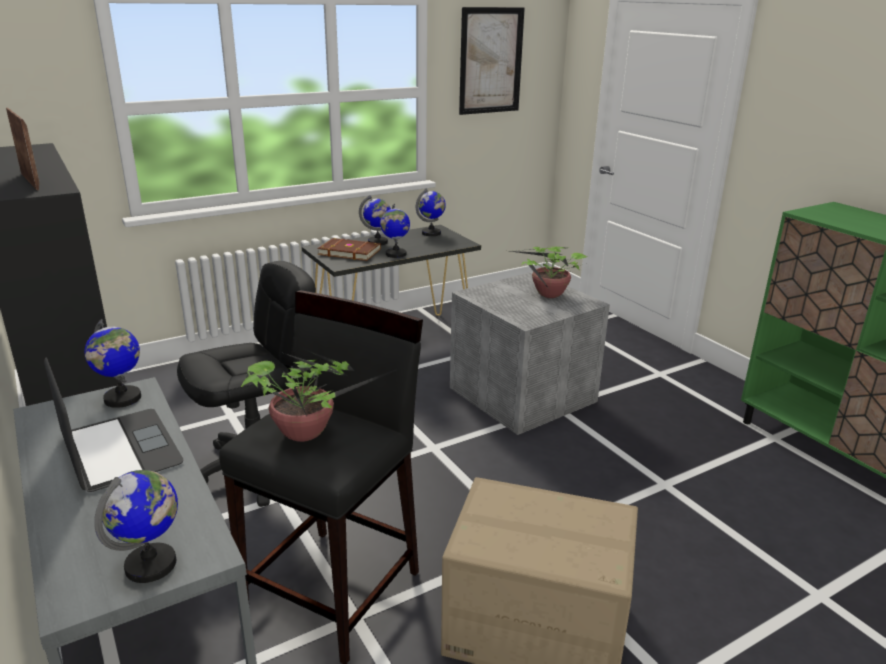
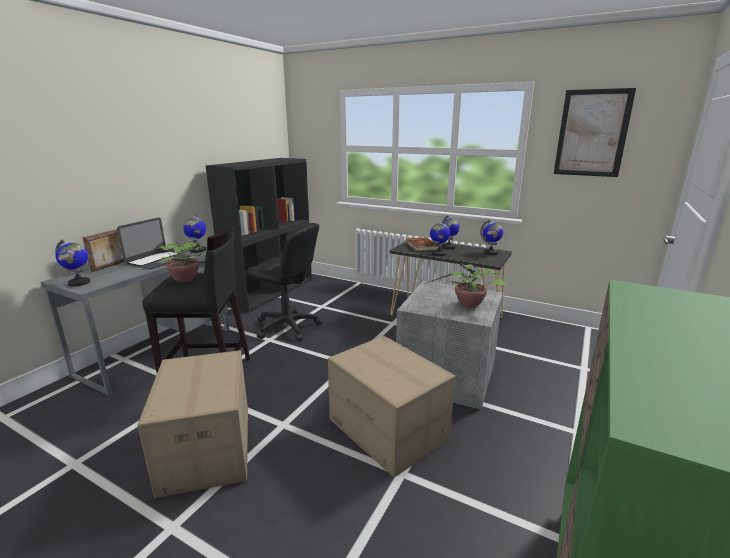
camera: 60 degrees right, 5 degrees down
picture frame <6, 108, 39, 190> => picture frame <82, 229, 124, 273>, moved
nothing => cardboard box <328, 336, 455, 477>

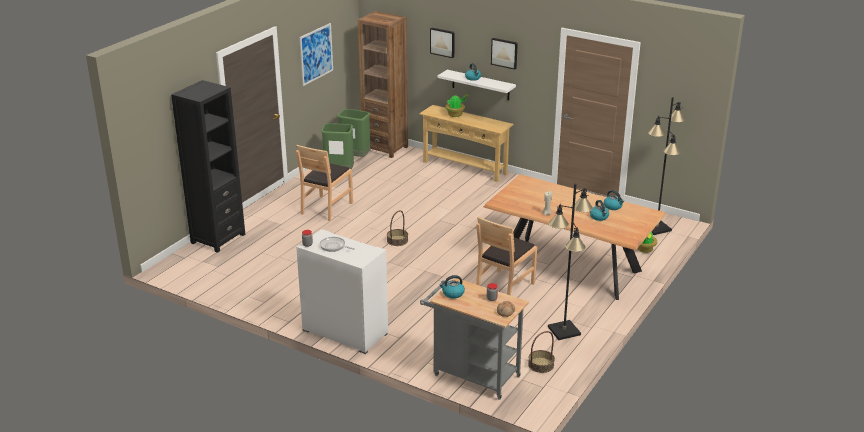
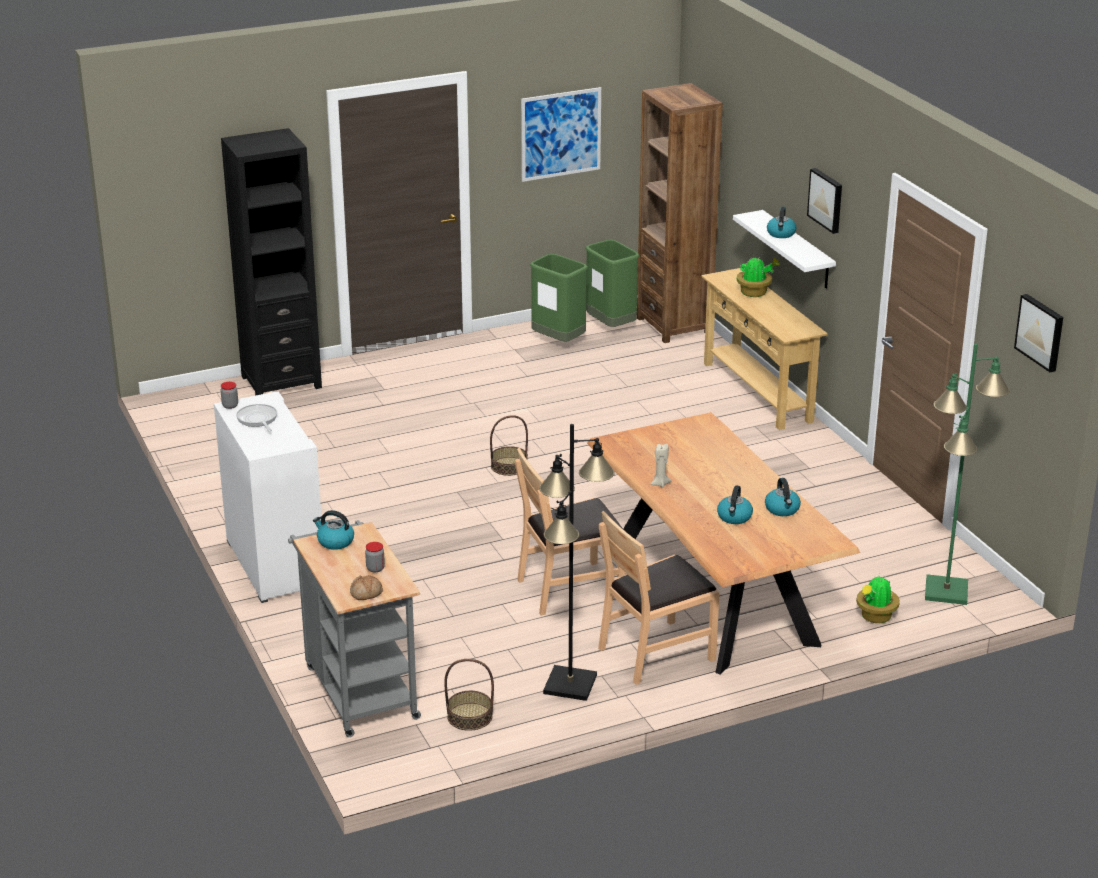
camera: 35 degrees right, 0 degrees up
brown chair <296, 145, 353, 221> => brown chair <598, 511, 720, 685>, moved
black floor lamp <648, 97, 685, 235> => green floor lamp <925, 344, 1010, 605>
picture <430, 28, 455, 58> => picture <1014, 294, 1063, 372>, moved

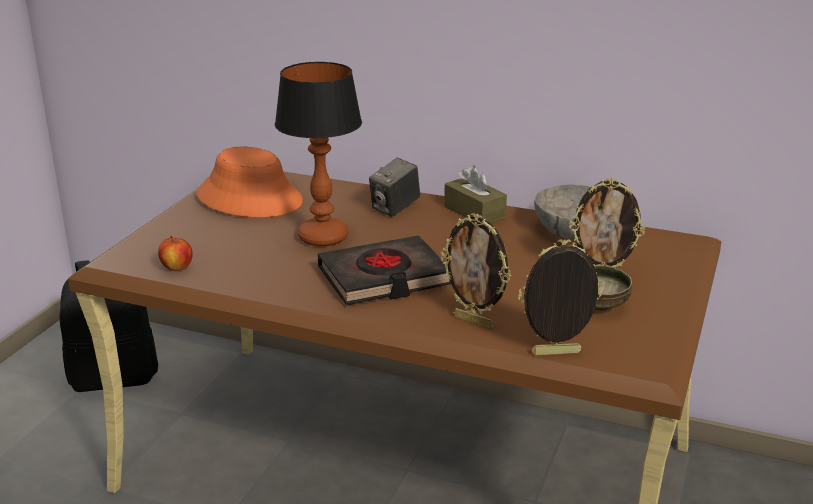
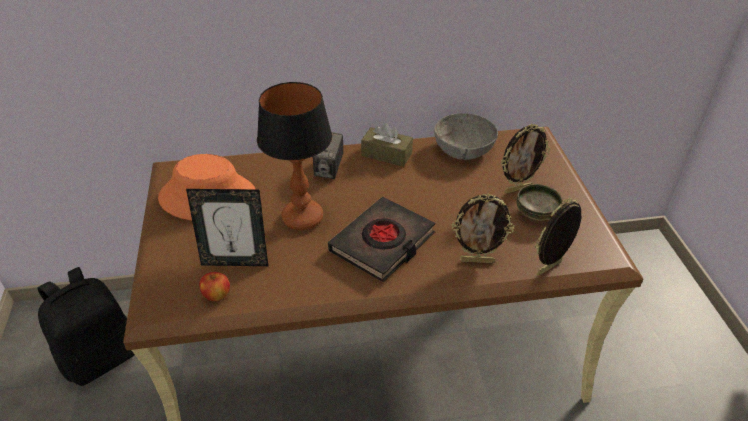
camera: 30 degrees left, 15 degrees up
nothing => picture frame <186, 189, 268, 266>

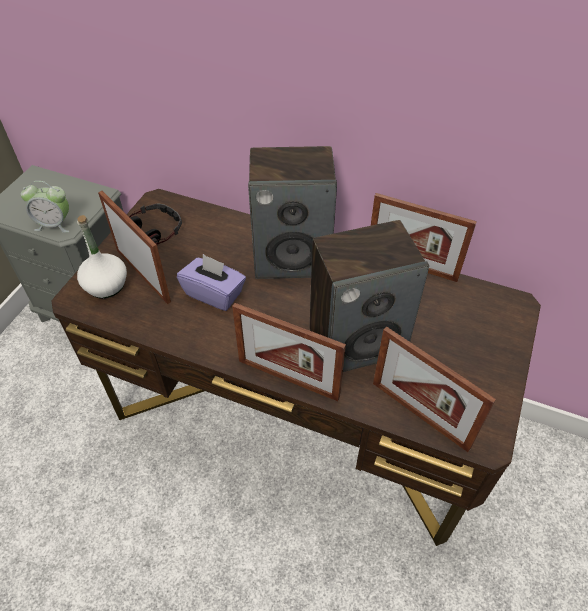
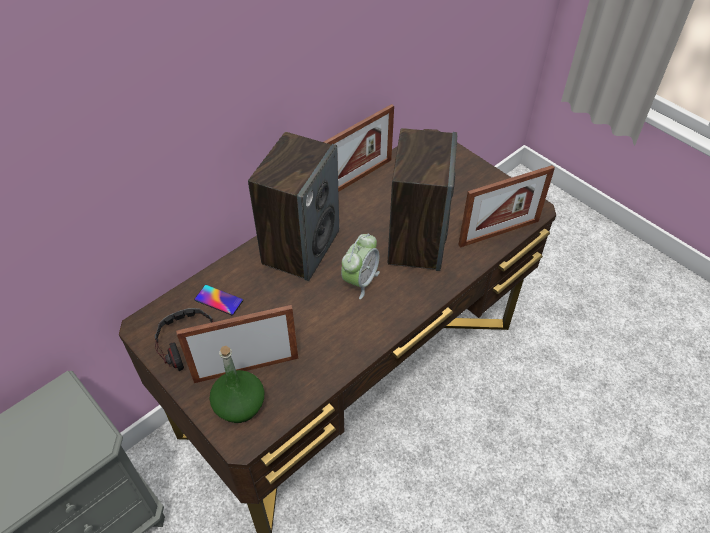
camera: 65 degrees left, 0 degrees up
nothing => phone <194, 285, 243, 315>
white bottle <77, 215, 127, 298> => green bottle <209, 346, 264, 423>
alarm clock <21, 181, 70, 233> => alarm clock <341, 233, 380, 299>, moved
purple tissue box <177, 254, 246, 311> => nothing
picture frame <232, 303, 346, 401> => nothing

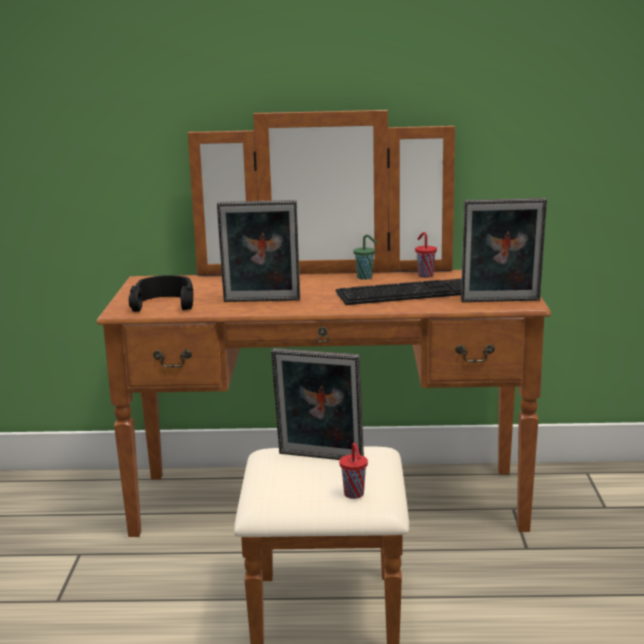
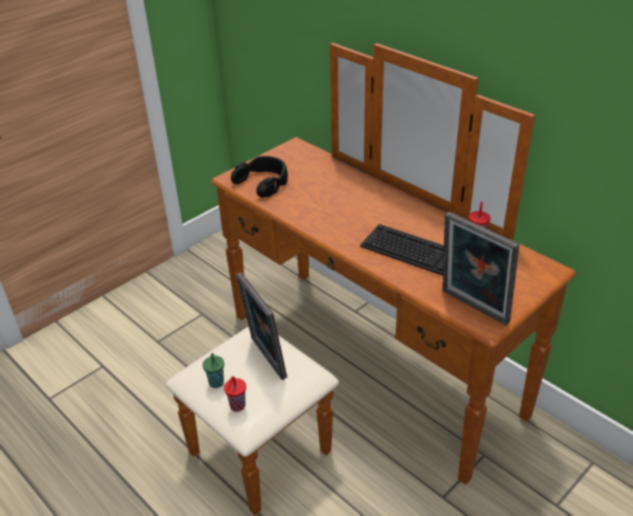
camera: 45 degrees right, 20 degrees up
green cup <353, 234, 377, 280> => green cup <203, 353, 224, 388>, moved
picture frame <217, 200, 300, 302> => nothing

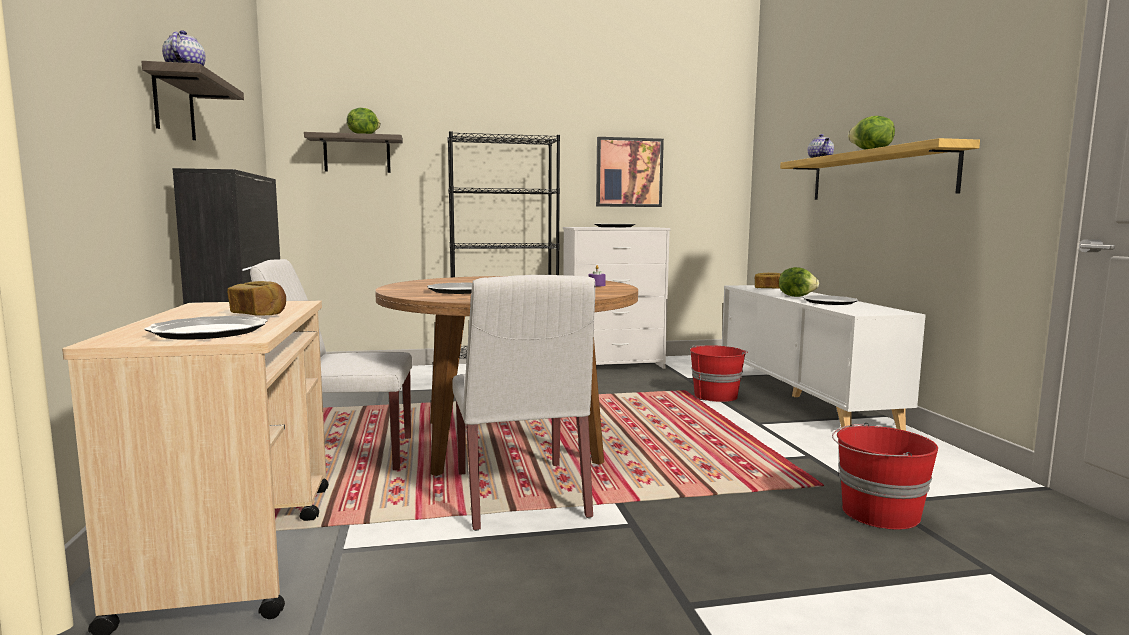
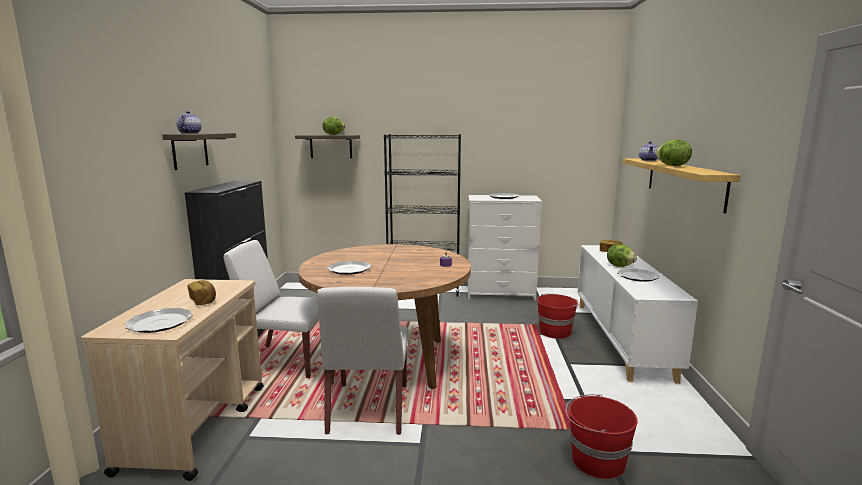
camera: 15 degrees right, 5 degrees up
picture <596, 137, 664, 207> => nothing

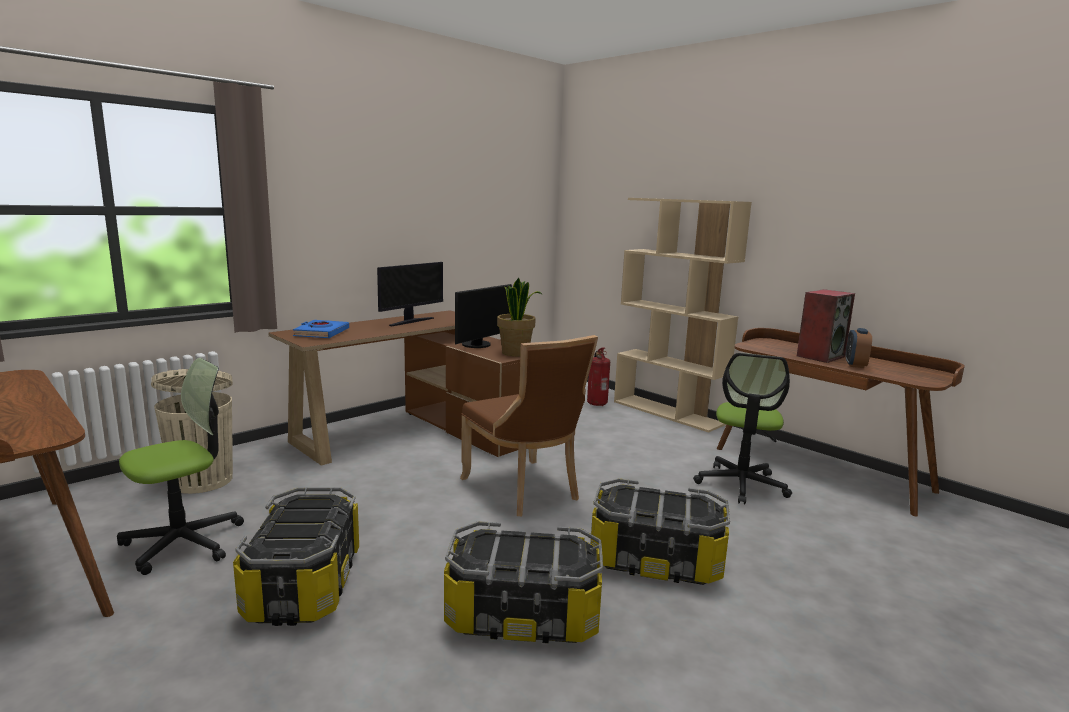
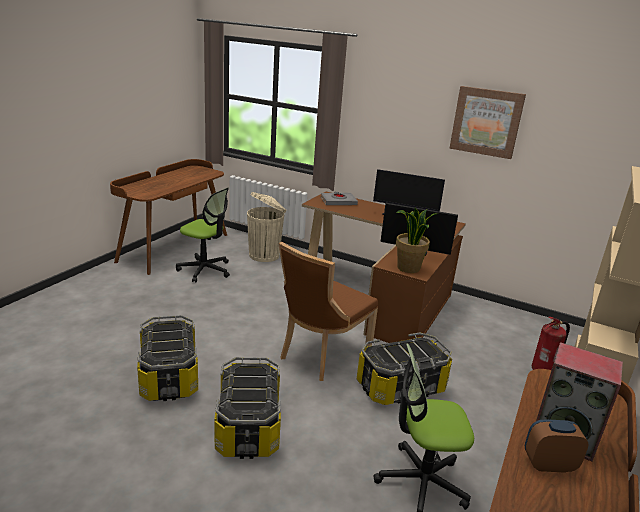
camera: 70 degrees right, 10 degrees up
blue book <293, 320, 349, 338> => grey book <321, 192, 358, 205>
storage box <233, 487, 359, 626> => storage box <357, 332, 452, 405>, moved
nothing => picture <449, 86, 526, 159>

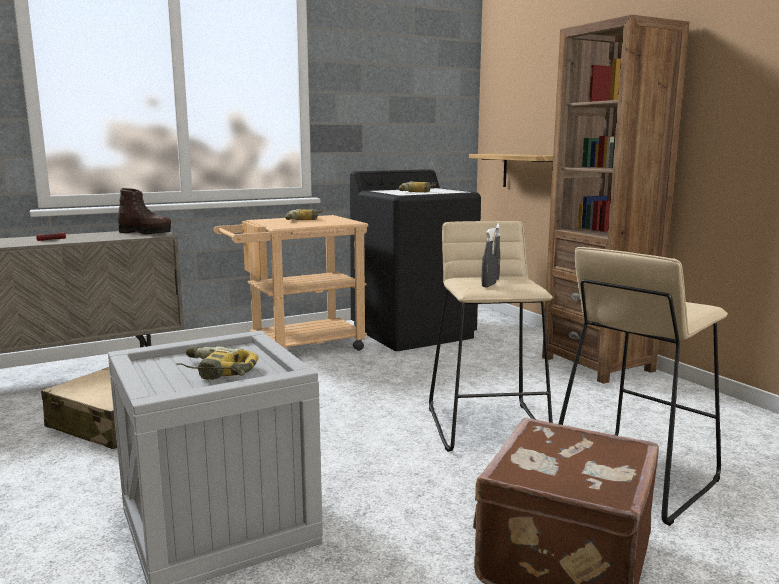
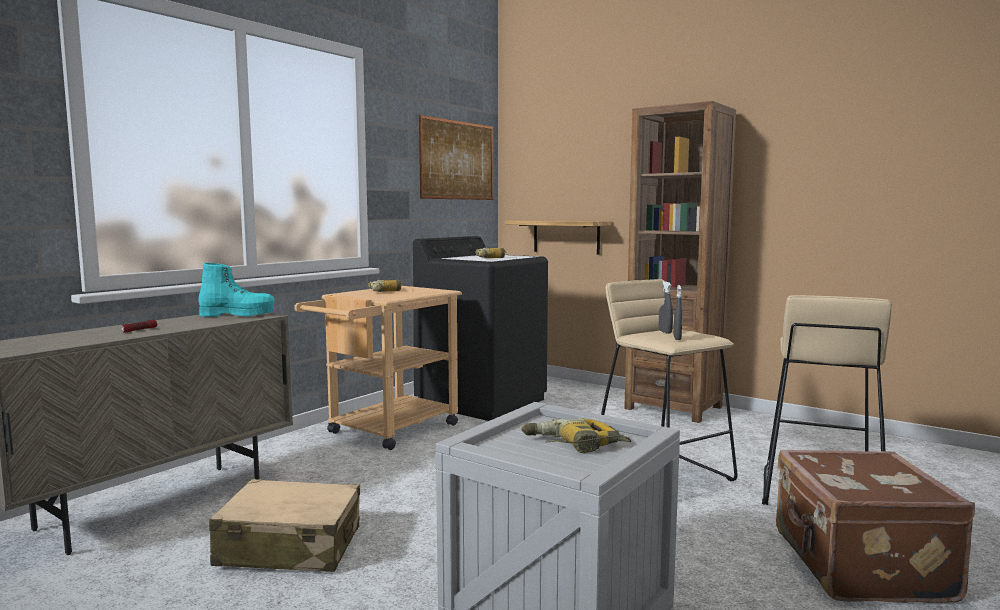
camera: 25 degrees left, 5 degrees down
brown boot <118, 188, 171, 234> => turquoise boot <198, 263, 275, 317>
nothing => picture <419, 115, 493, 200>

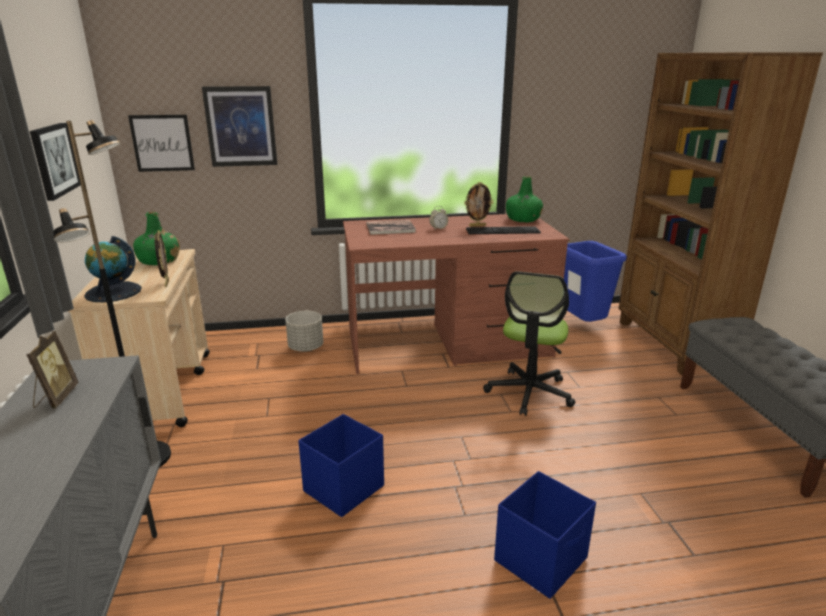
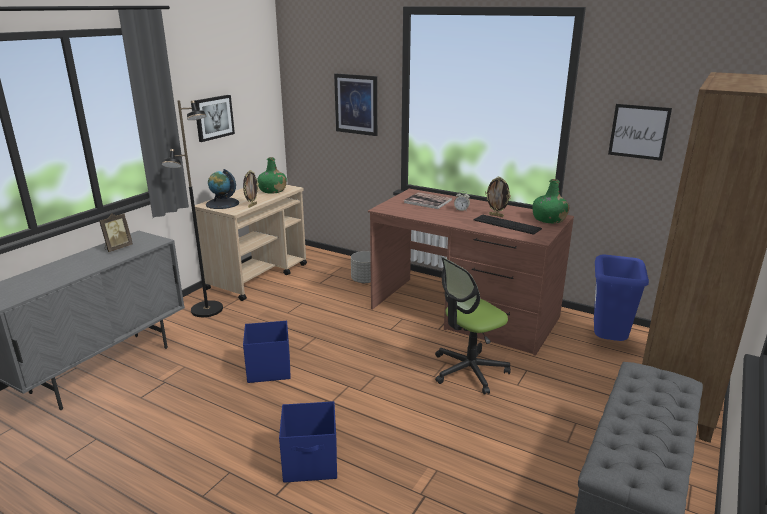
camera: 40 degrees right, 0 degrees up
picture <128, 115, 195, 172> => picture <608, 104, 672, 161>, moved

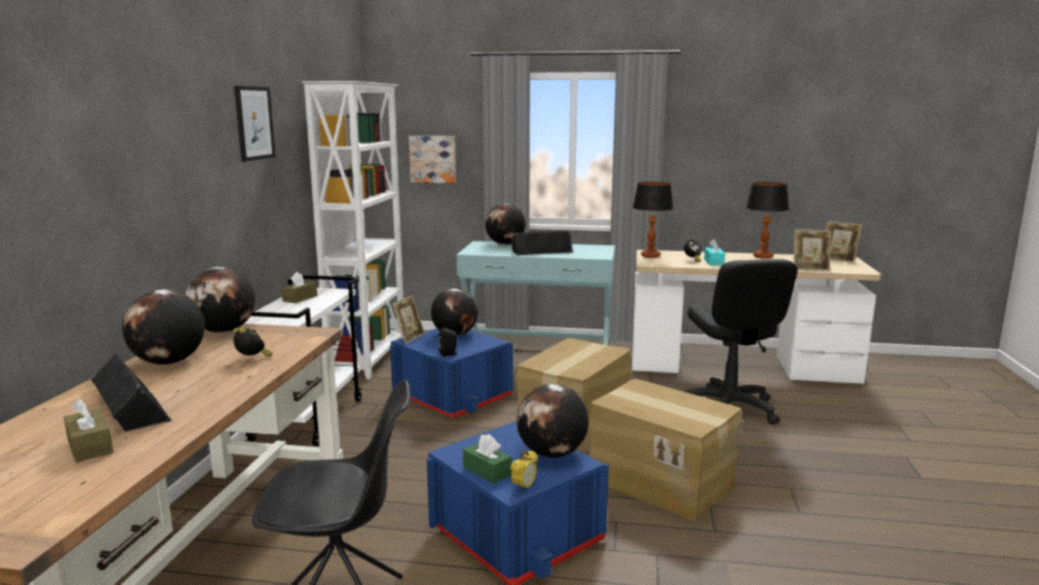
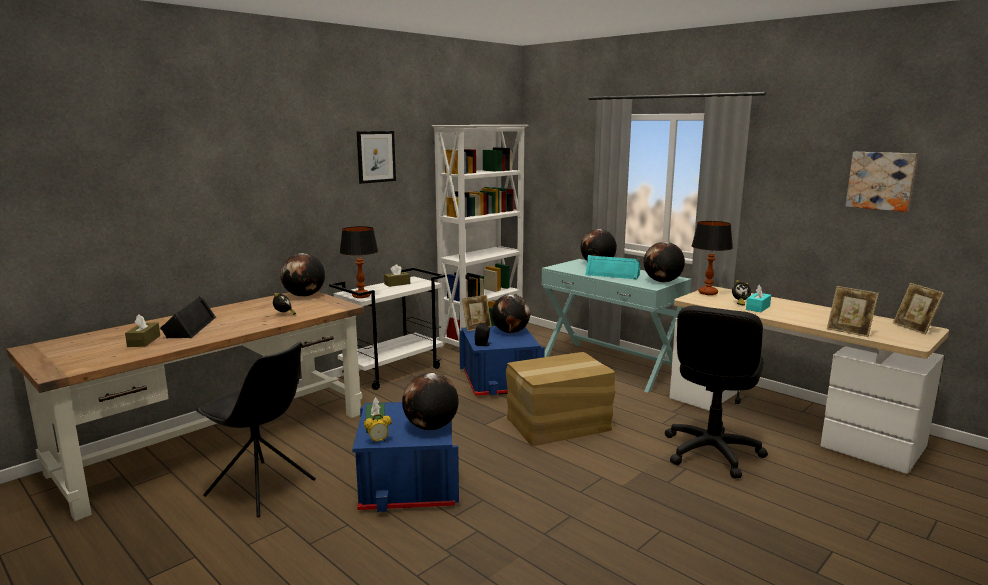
camera: 35 degrees right, 0 degrees up
table lamp <746, 182, 789, 259> => table lamp <340, 226, 378, 298>, moved
black speaker <512, 230, 573, 255> => turquoise speaker <585, 255, 641, 280>
globe <122, 290, 205, 365> => globe <644, 242, 685, 282>, moved
picture <409, 136, 456, 183> => picture <845, 152, 918, 212>, moved
cardboard box <588, 379, 743, 522> => nothing

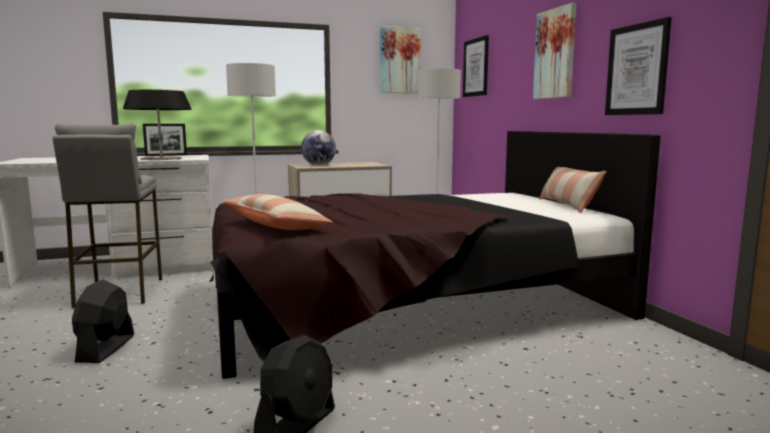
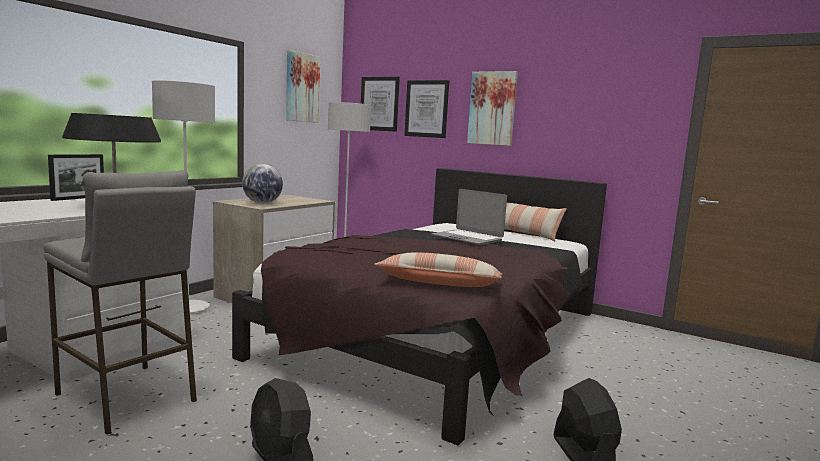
camera: 40 degrees left, 0 degrees up
picture <605, 17, 672, 115> => picture <404, 80, 449, 138>, moved
nothing => laptop <431, 189, 507, 245>

